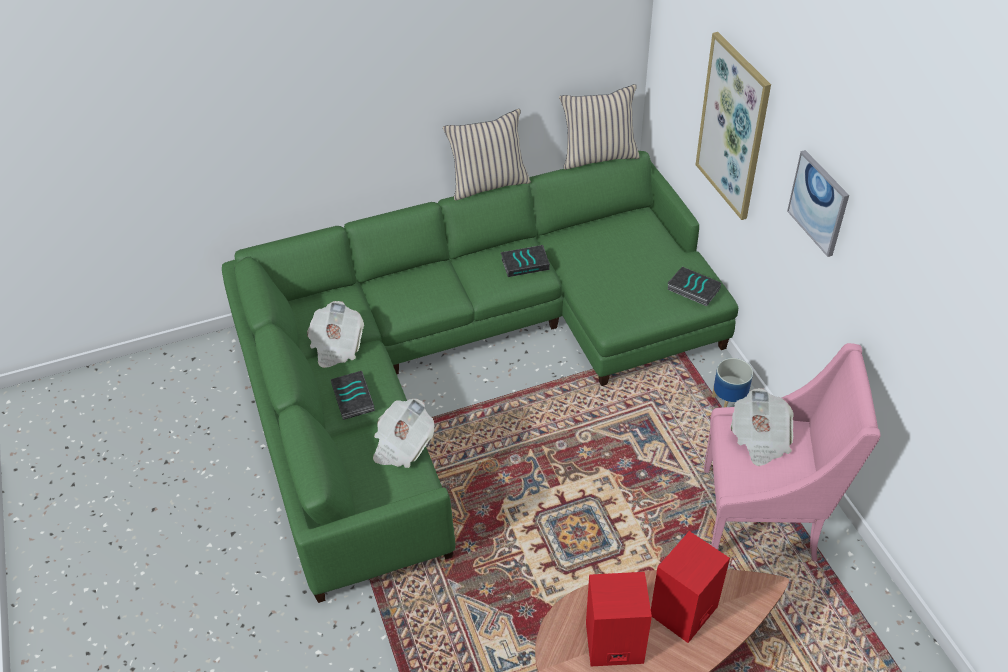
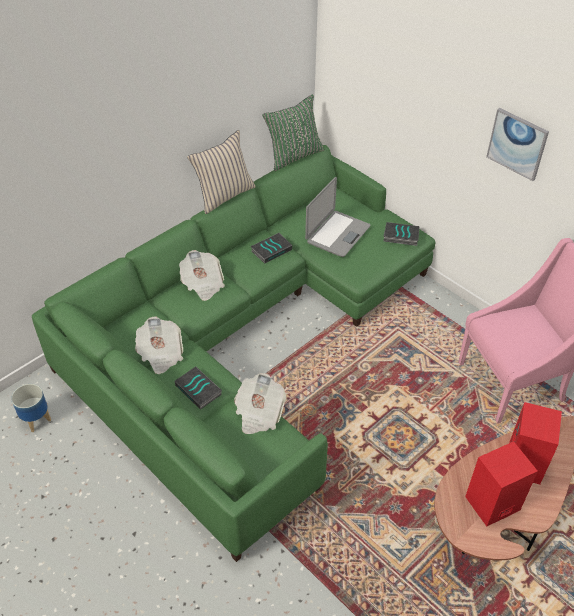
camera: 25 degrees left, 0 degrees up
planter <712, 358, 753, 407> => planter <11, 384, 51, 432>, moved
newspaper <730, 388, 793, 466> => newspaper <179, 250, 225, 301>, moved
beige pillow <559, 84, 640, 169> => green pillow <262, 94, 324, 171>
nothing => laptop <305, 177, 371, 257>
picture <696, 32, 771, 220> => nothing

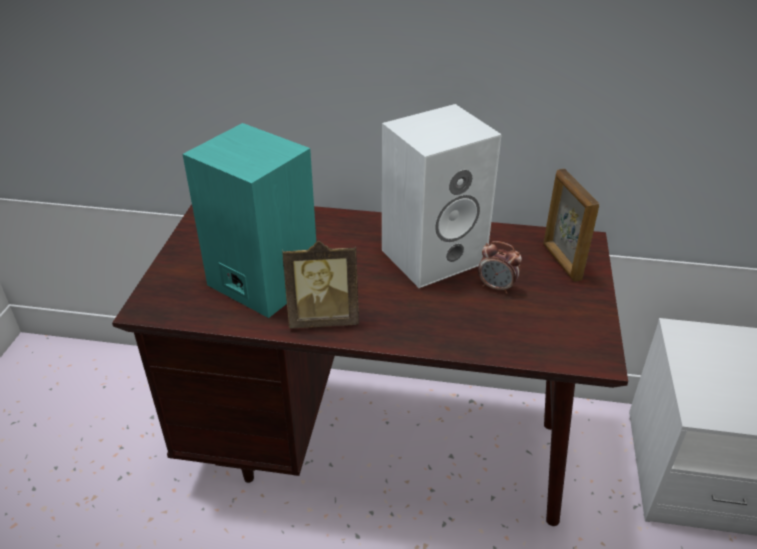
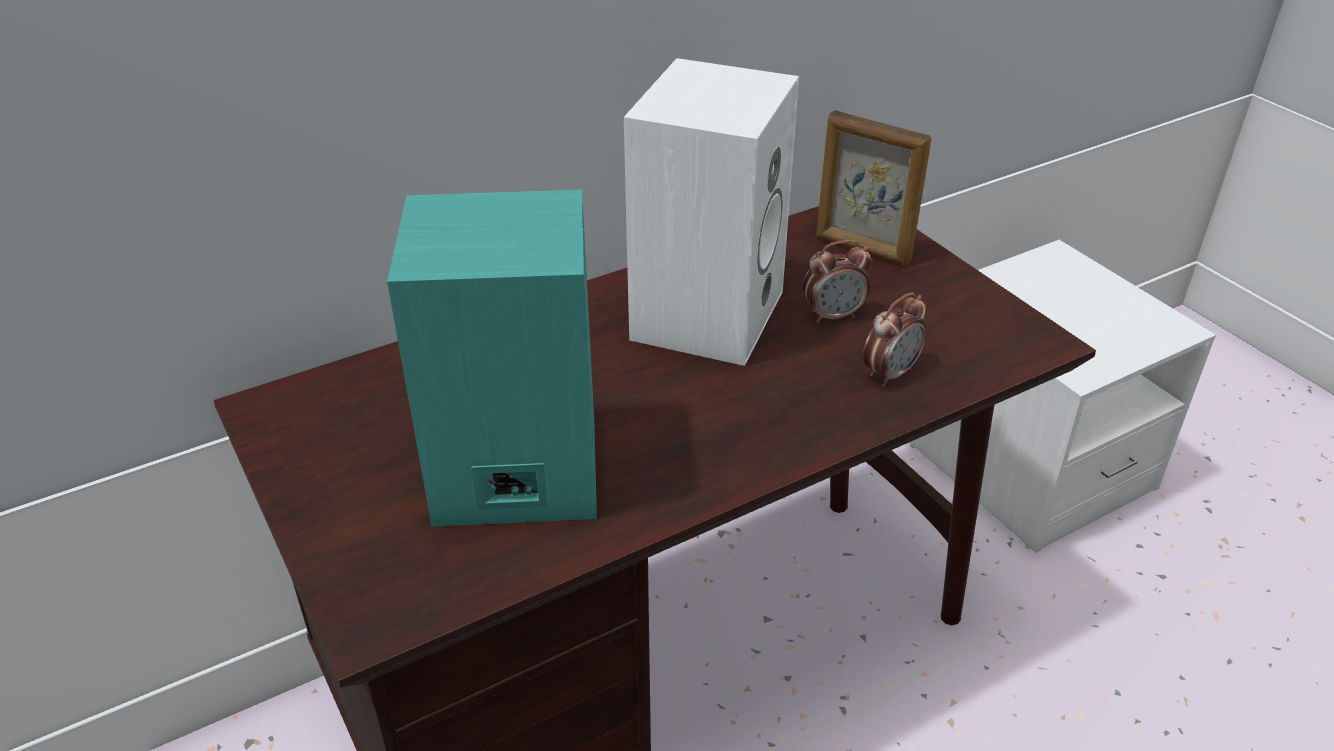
camera: 40 degrees left, 0 degrees up
nothing => alarm clock <863, 292, 927, 387>
picture frame <282, 241, 359, 329> => nothing

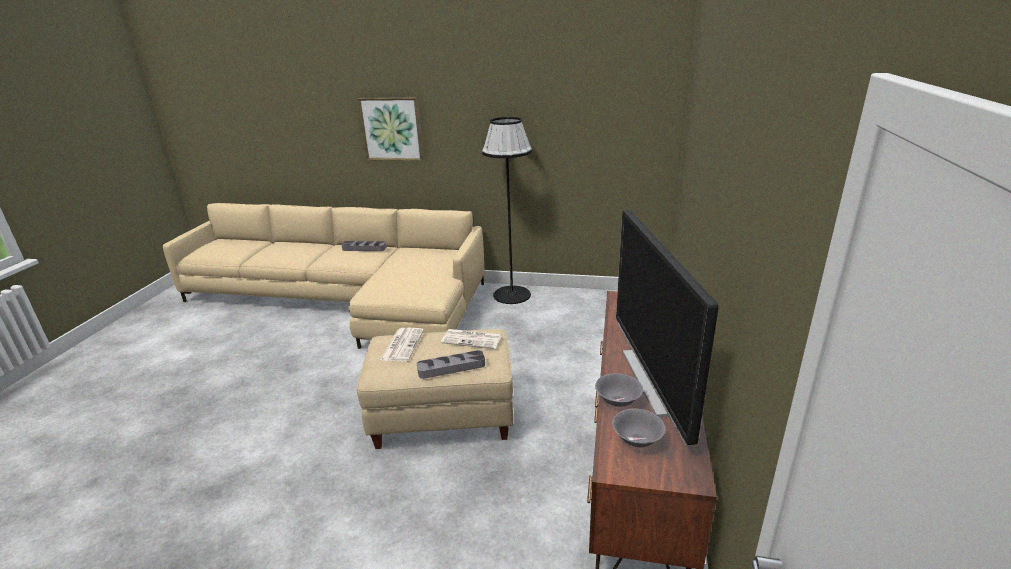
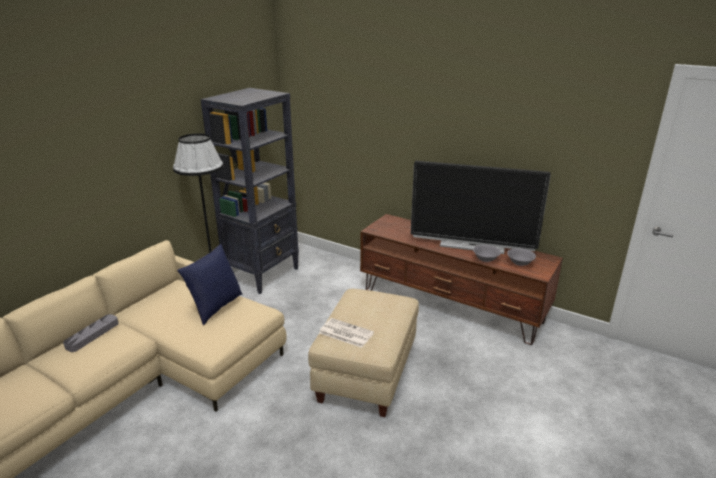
camera: 70 degrees left, 0 degrees up
nothing => blue pillow <177, 244, 243, 325>
nothing => black bookcase <201, 88, 299, 294>
picture <358, 97, 424, 161> => nothing
grey tray <417, 350, 485, 379> => nothing
newspaper <441, 329, 502, 349> => nothing

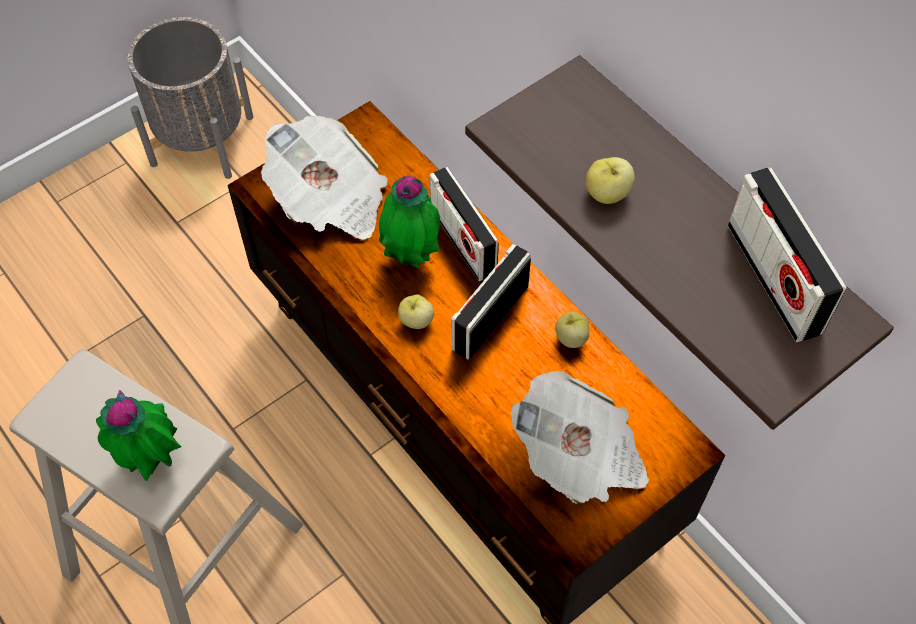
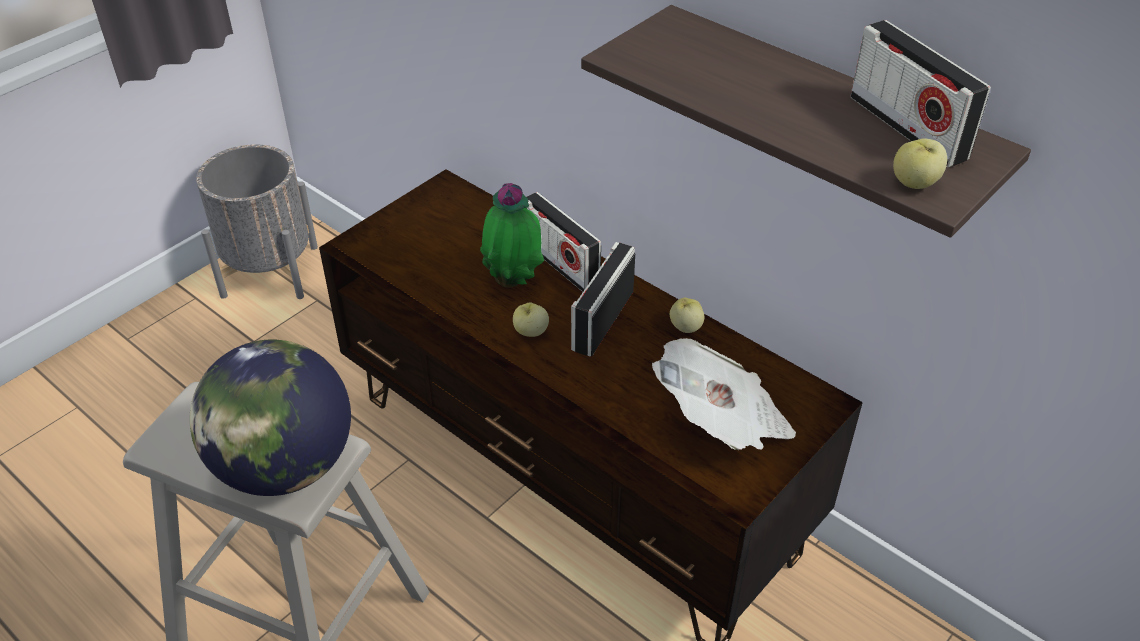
camera: 10 degrees left, 15 degrees down
potted plant <96, 390, 181, 481> => globe <189, 340, 351, 496>
apple <586, 157, 635, 204> => apple <893, 138, 947, 189>, moved
newspaper <261, 116, 388, 240> => nothing

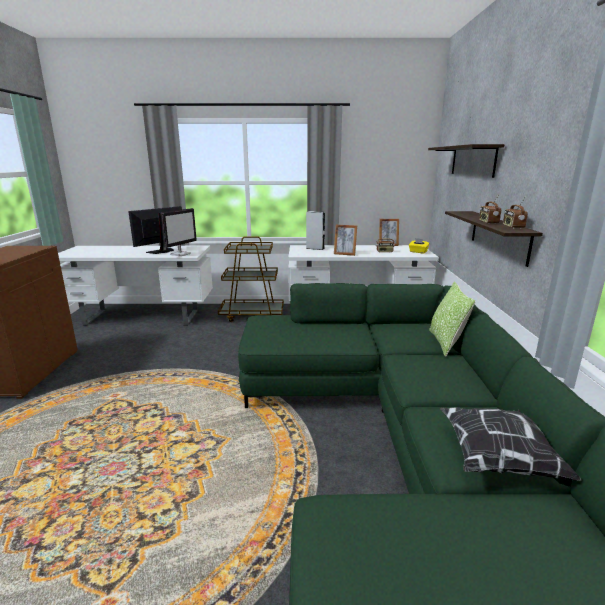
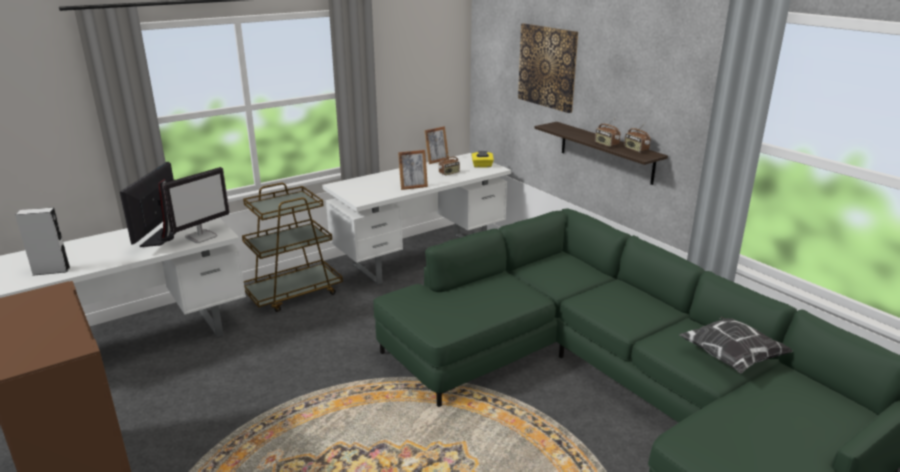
camera: 35 degrees left, 5 degrees up
grey speaker <306, 211, 325, 250> => grey speaker <15, 207, 70, 276>, moved
monitor <161, 208, 197, 256> => monitor <162, 167, 230, 243>, 45 degrees clockwise
shelf <428, 144, 505, 178> => picture <518, 23, 578, 113>
pillow <429, 281, 476, 357> => nothing

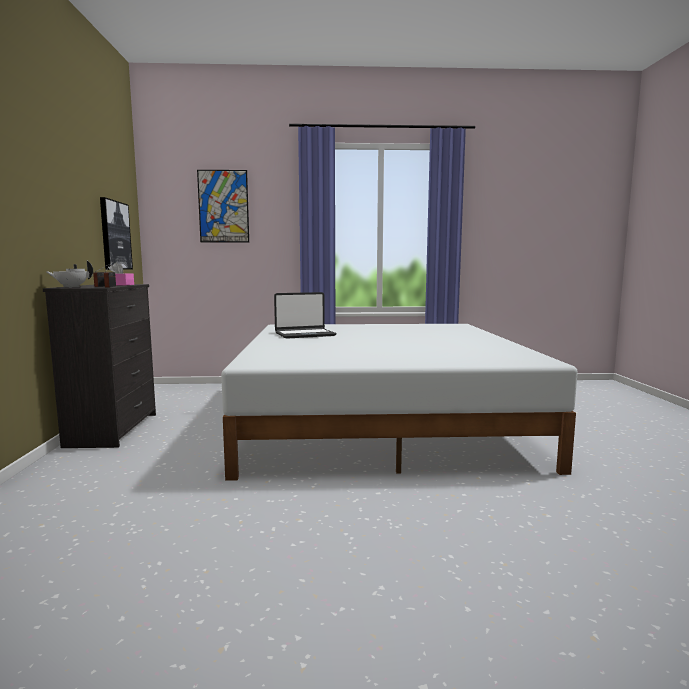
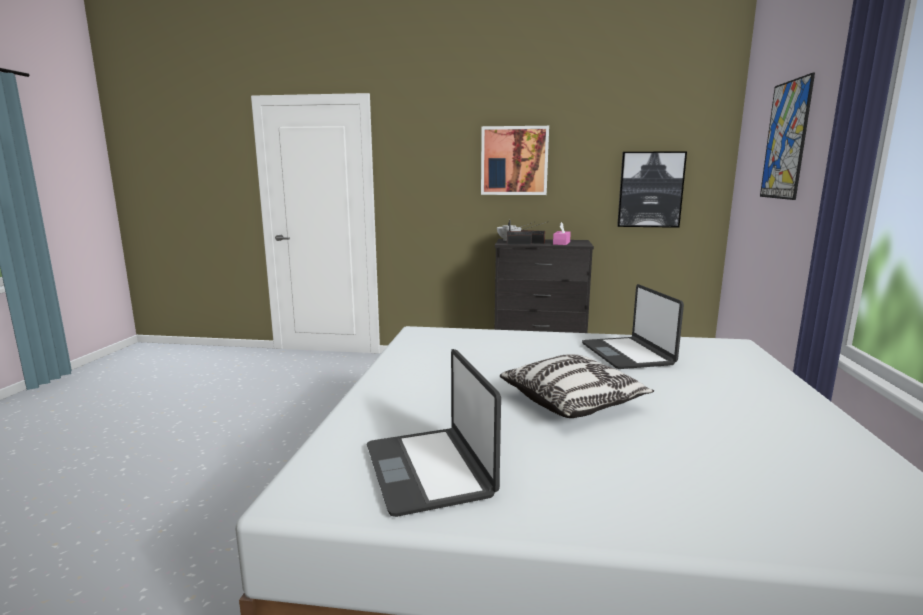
camera: 100 degrees right, 5 degrees up
nothing => laptop <367, 349, 501, 517>
nothing => picture <481, 126, 549, 195>
nothing => pillow <500, 354, 654, 418>

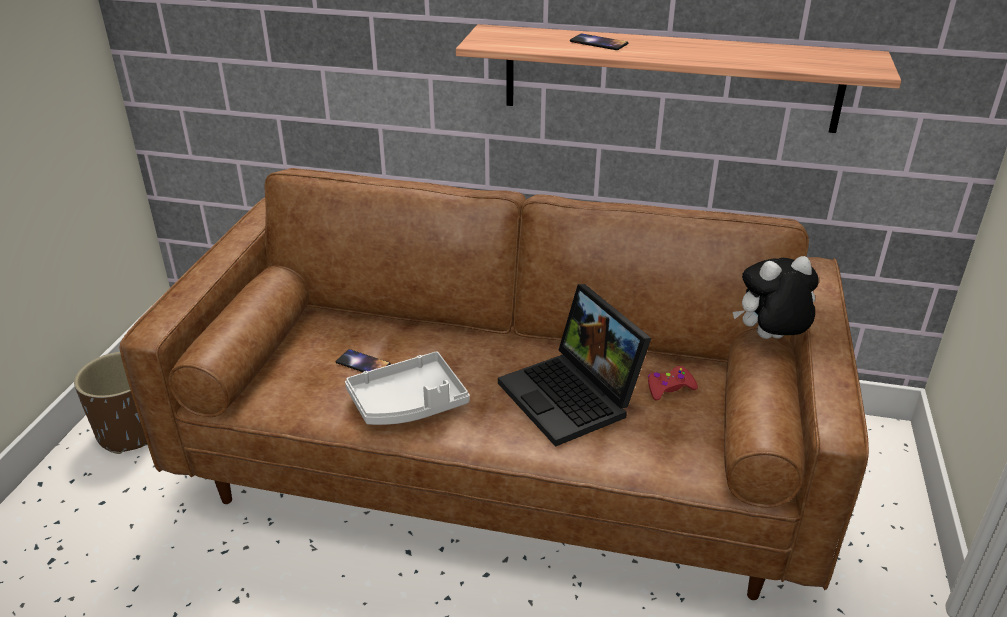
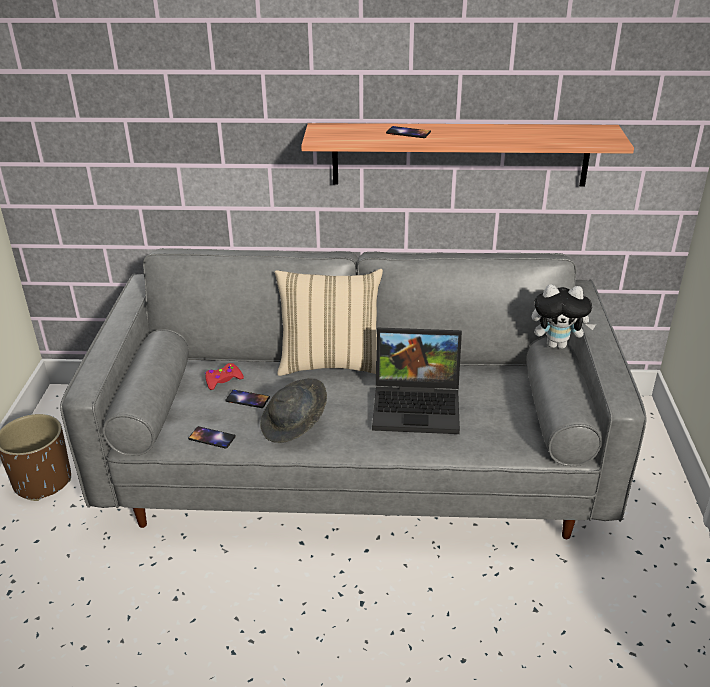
camera: 10 degrees left, 0 degrees up
brown sofa <119, 168, 869, 600> => grey sofa <60, 248, 646, 539>
nothing => phone <188, 426, 236, 449>
red game controller <648, 366, 698, 400> => red game controller <205, 363, 244, 390>, moved
grey tray <345, 351, 470, 425> => grey hat <260, 378, 327, 443>
nothing => beige pillow <275, 269, 383, 376>
laptop <498, 284, 651, 447> => laptop <372, 328, 462, 434>, 45 degrees counterclockwise
plush toy <733, 256, 819, 339> => plush toy <532, 284, 596, 349>, 150 degrees counterclockwise

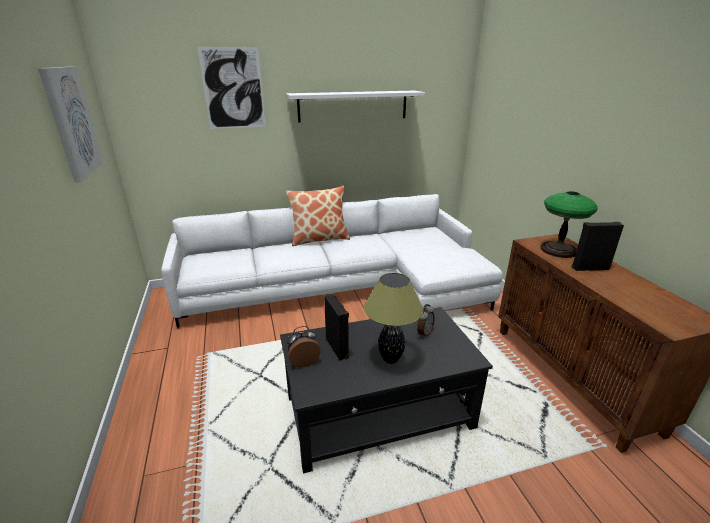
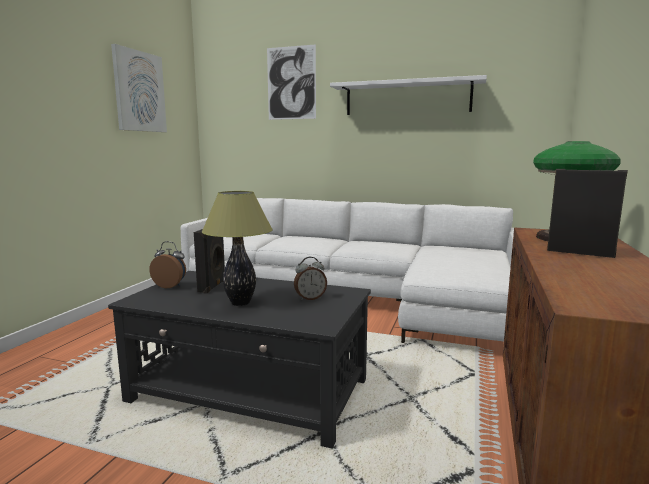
camera: 35 degrees right, 15 degrees down
pillow <286, 186, 350, 246> => nothing

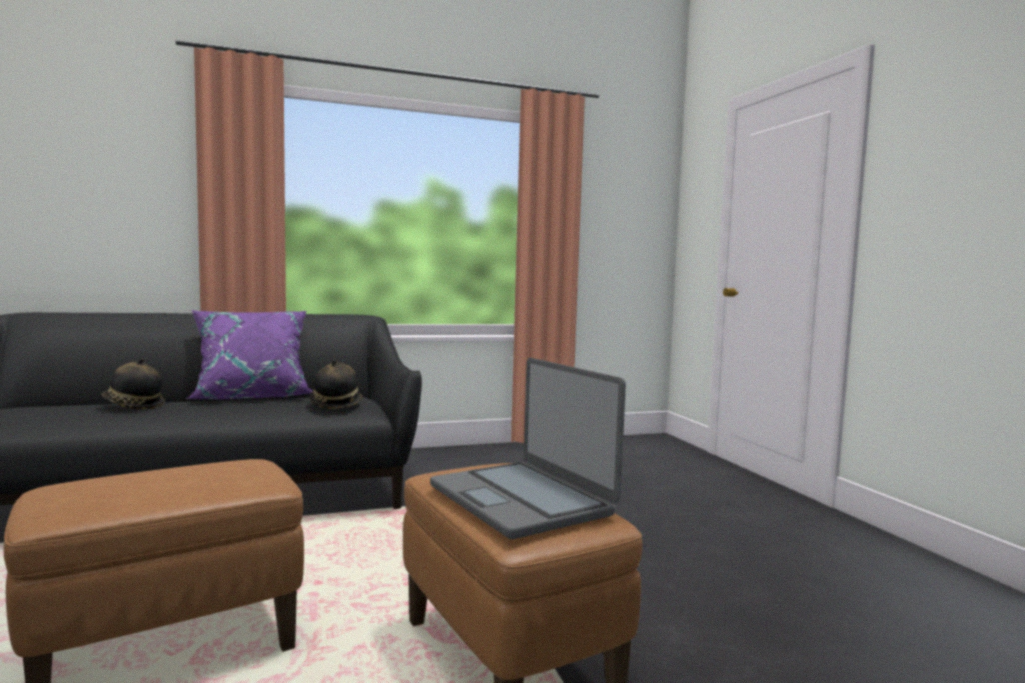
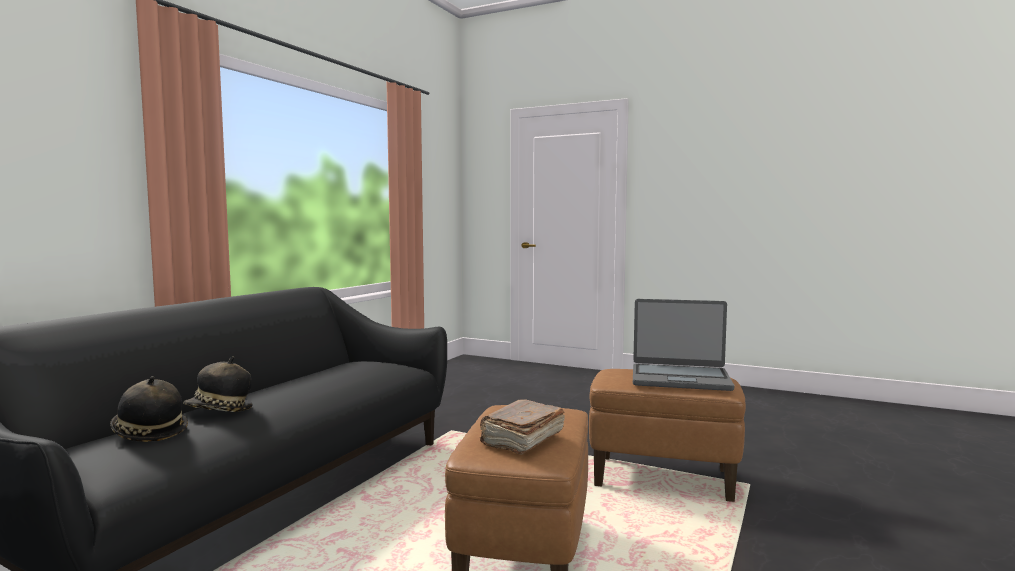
camera: 45 degrees left, 0 degrees up
hat <310, 360, 363, 409> => hat <110, 376, 188, 442>, moved
nothing => brown book <480, 399, 565, 455>
purple pillow <186, 310, 313, 400> => nothing

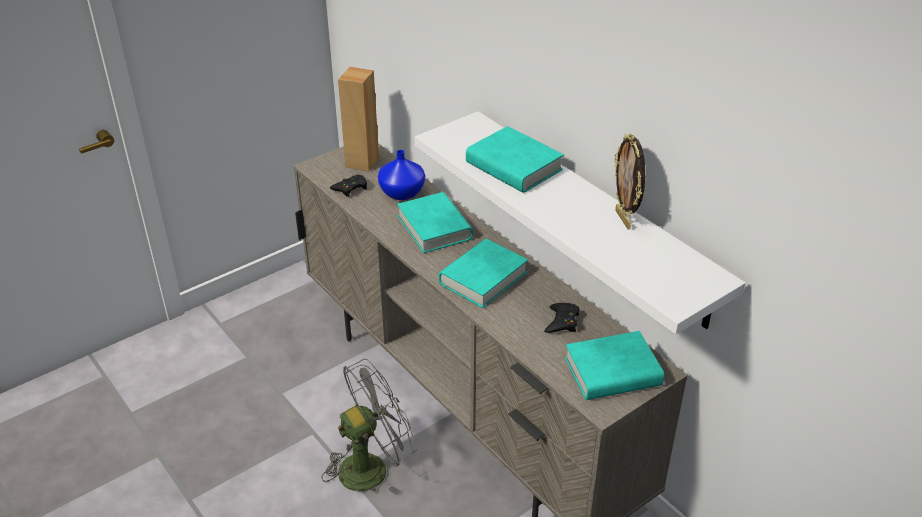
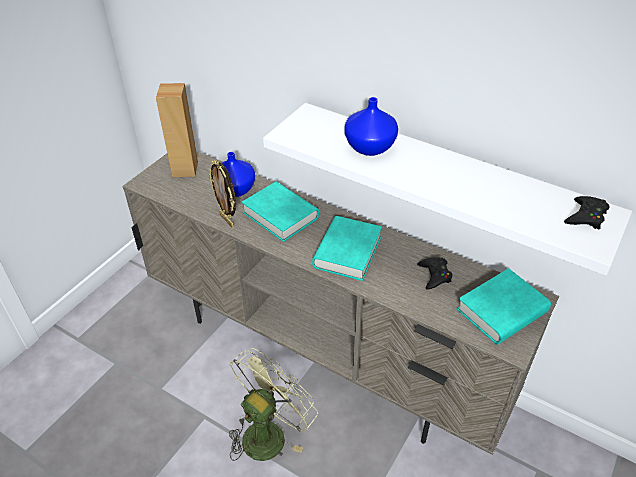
camera: 20 degrees left, 5 degrees up
picture frame <615, 134, 645, 230> => picture frame <209, 160, 236, 228>, moved
grey fan <321, 359, 418, 495> => green fan <229, 348, 318, 461>
turquoise book <466, 126, 564, 193> => blue vase <345, 97, 398, 156>
black game controller <330, 175, 367, 197> => black game controller <564, 196, 609, 229>, moved

